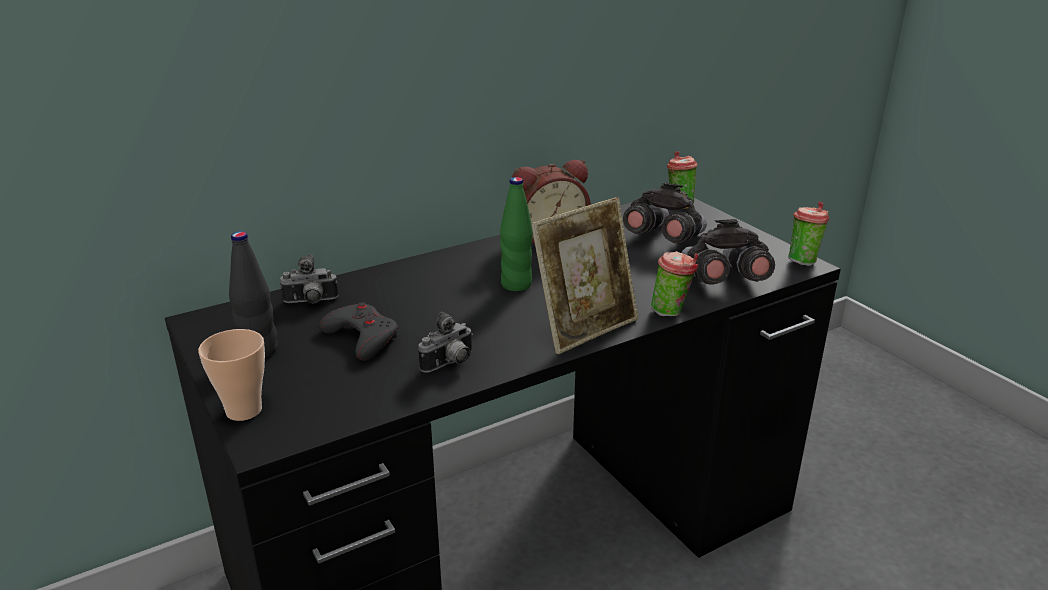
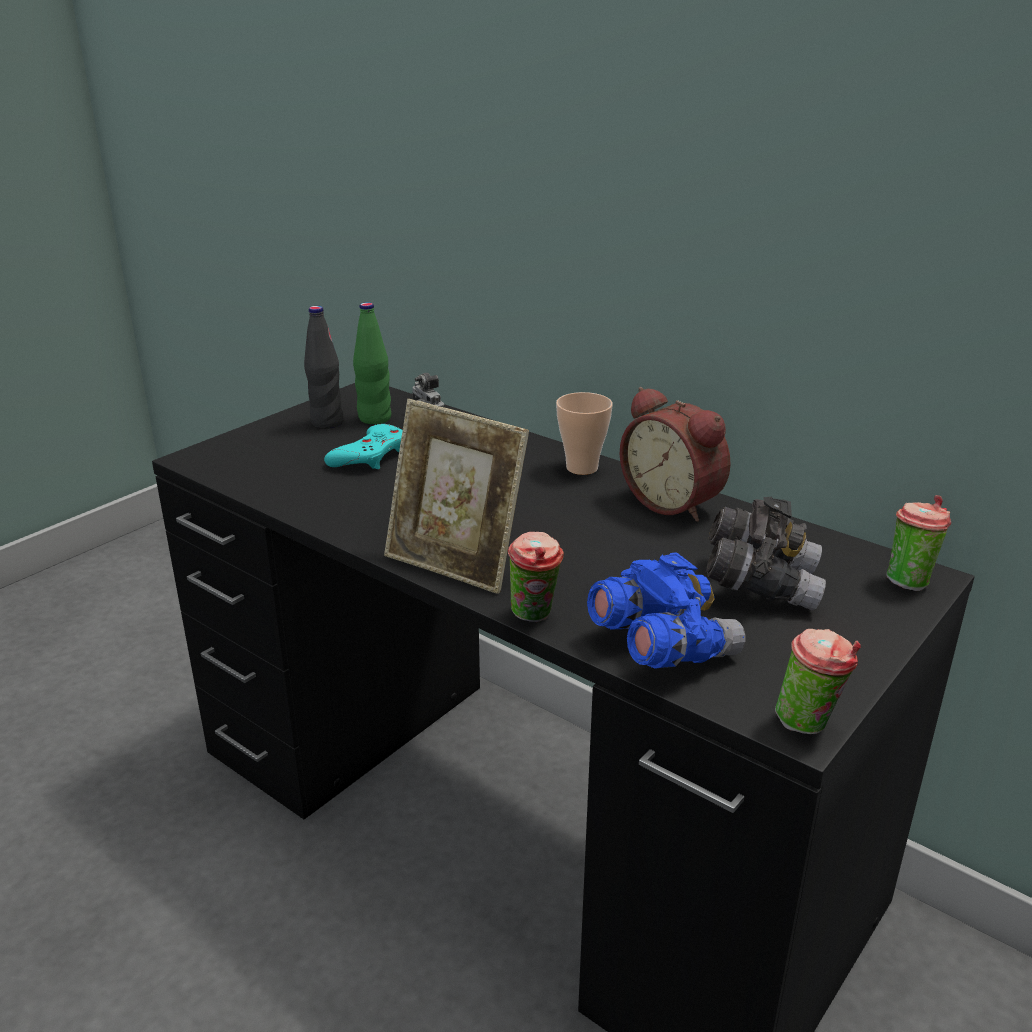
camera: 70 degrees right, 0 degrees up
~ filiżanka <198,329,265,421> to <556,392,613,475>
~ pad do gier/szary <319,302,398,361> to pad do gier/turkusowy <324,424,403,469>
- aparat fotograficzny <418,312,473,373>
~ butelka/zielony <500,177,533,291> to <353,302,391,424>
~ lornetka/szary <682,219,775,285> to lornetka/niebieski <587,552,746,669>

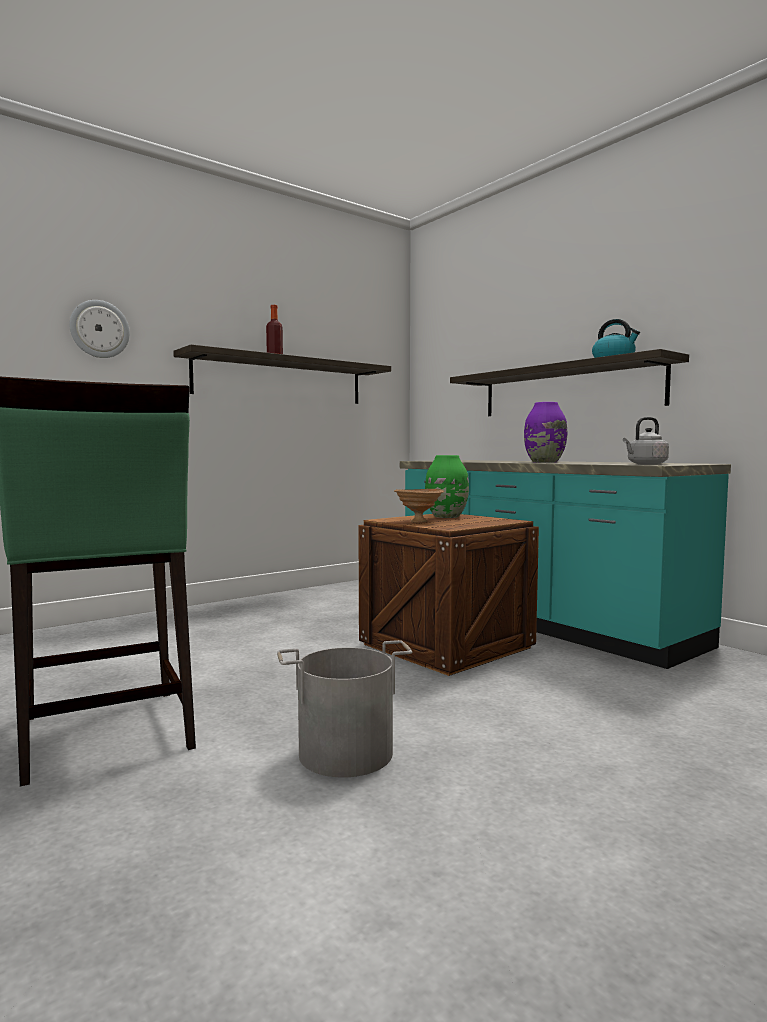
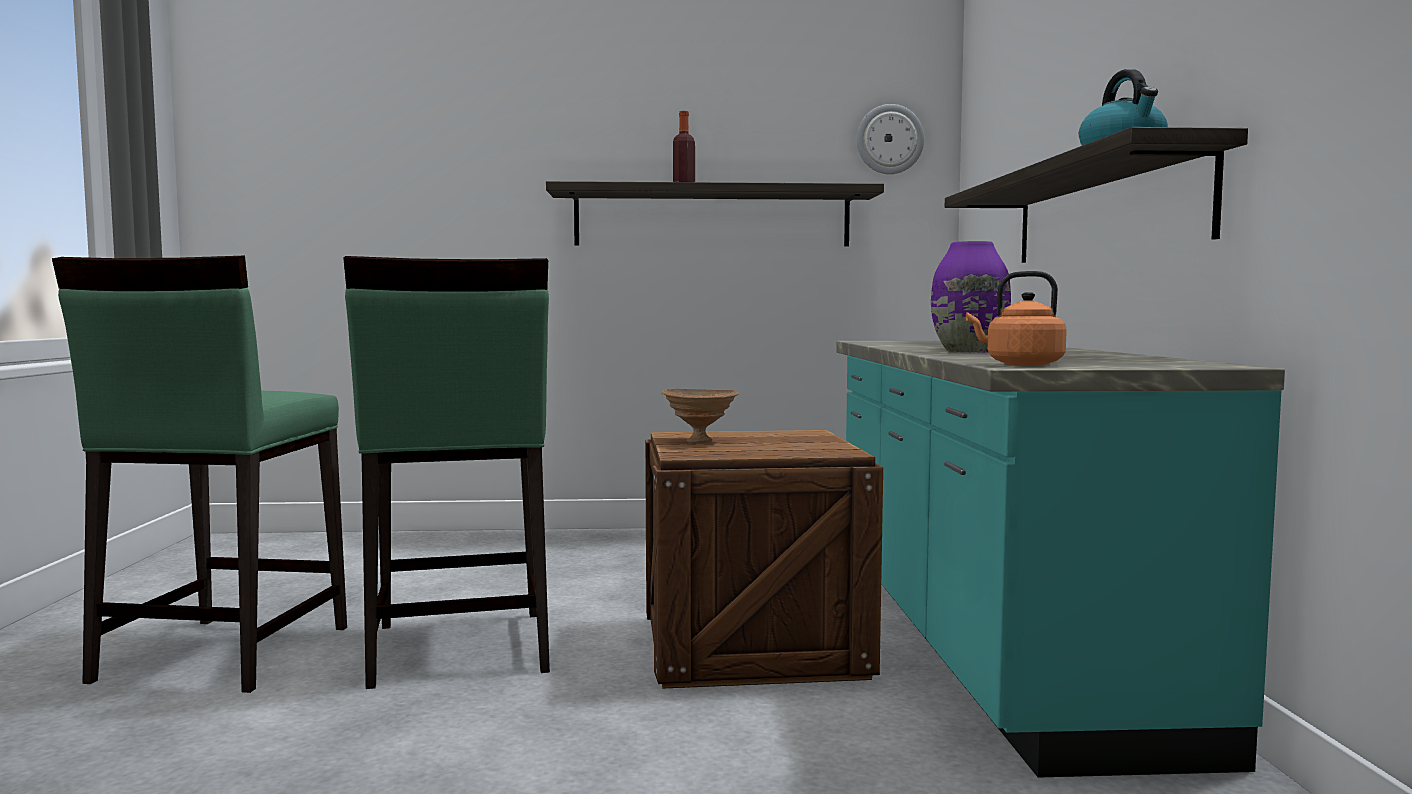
camera: 35 degrees right, 0 degrees up
~ zegar ścienny <69,300,130,358> to <856,104,924,174>
- wiadro/szary <277,640,412,778>
- wazon/zielony <425,455,469,518>
~ czajnik/szary <623,417,669,464> to czajnik/pomarańczowy <966,271,1067,365>
+ stołek/zielony <343,256,550,689>

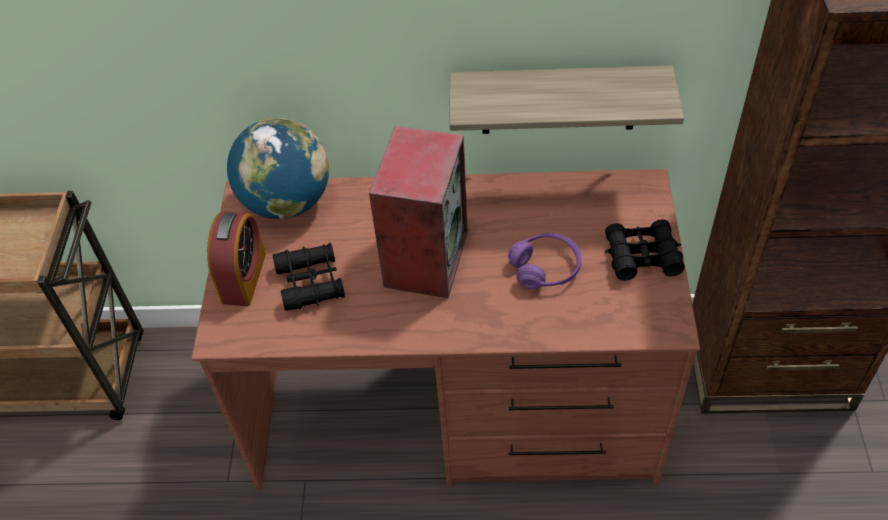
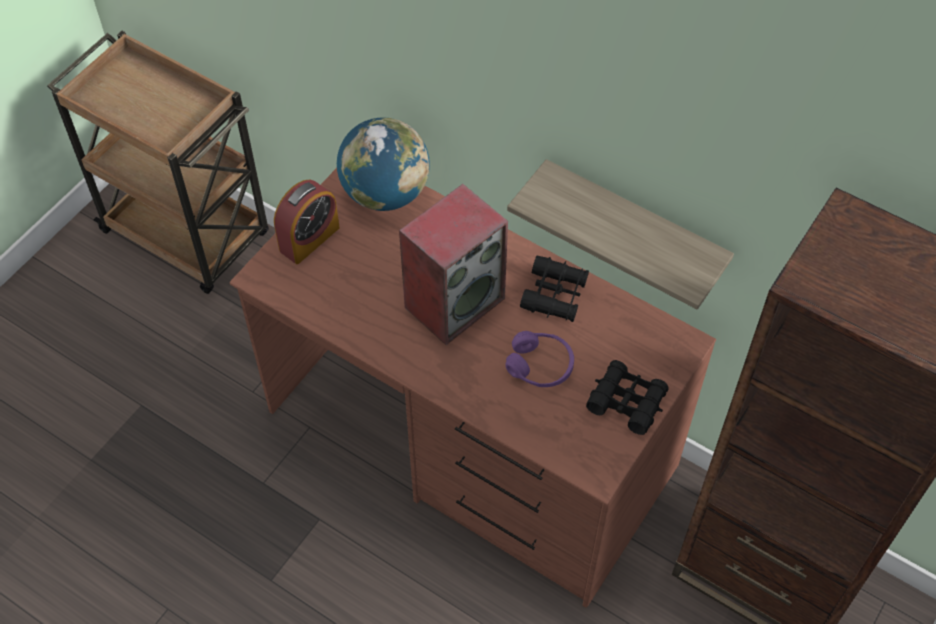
camera: 30 degrees right, 5 degrees up
~ lornetka/czarny <272,243,345,311> to <520,255,589,322>

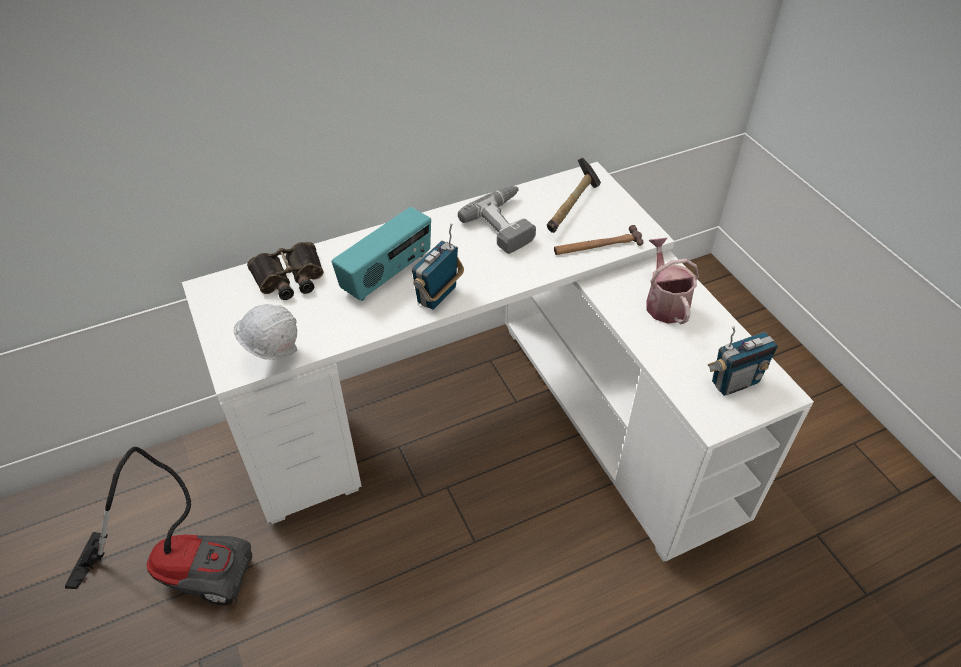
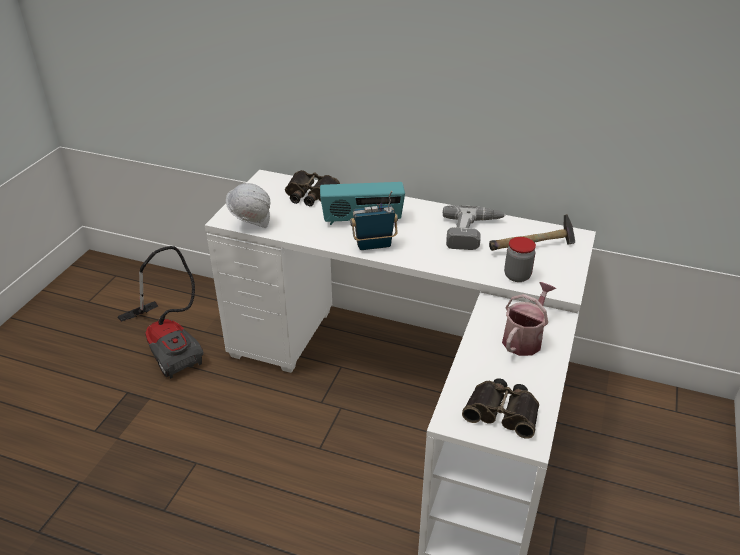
camera: 45 degrees right, 10 degrees down
~ młotek <554,225,644,255> to słoik <504,237,536,282>
~ radio <708,326,778,396> to lornetka <462,378,539,439>

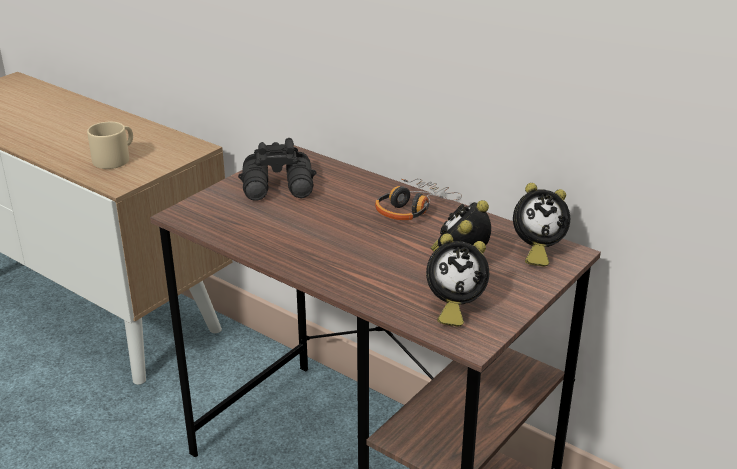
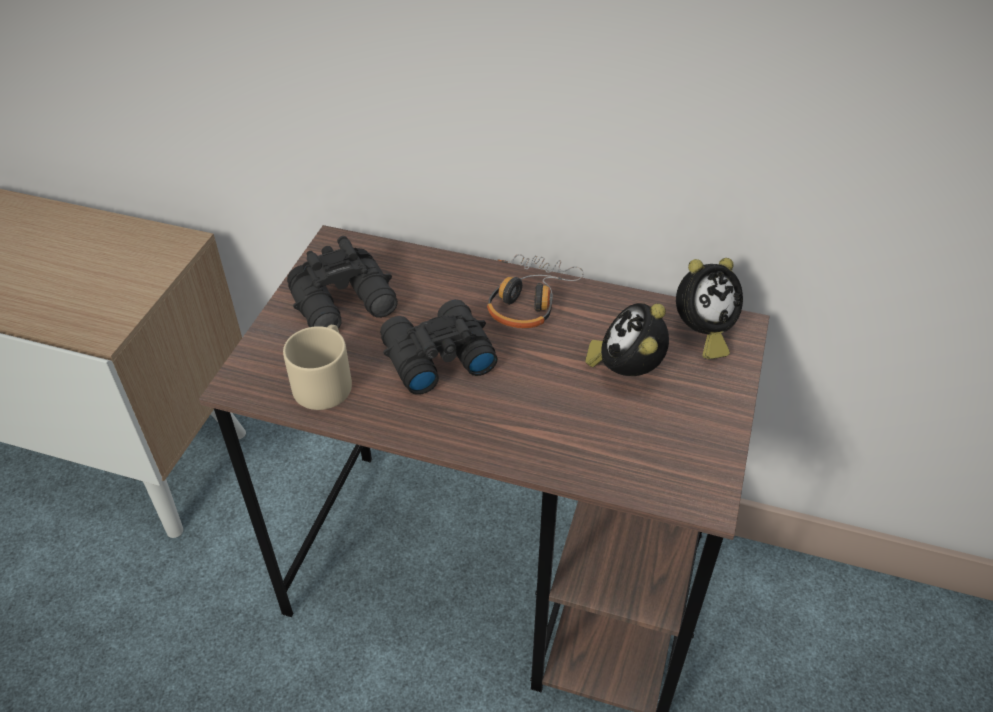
camera: 20 degrees left, 15 degrees up
~ kubek/beżowy <87,122,133,169> to <283,325,352,410>
- budzik <426,233,489,326>
+ lornetka/czarny <380,299,497,395>

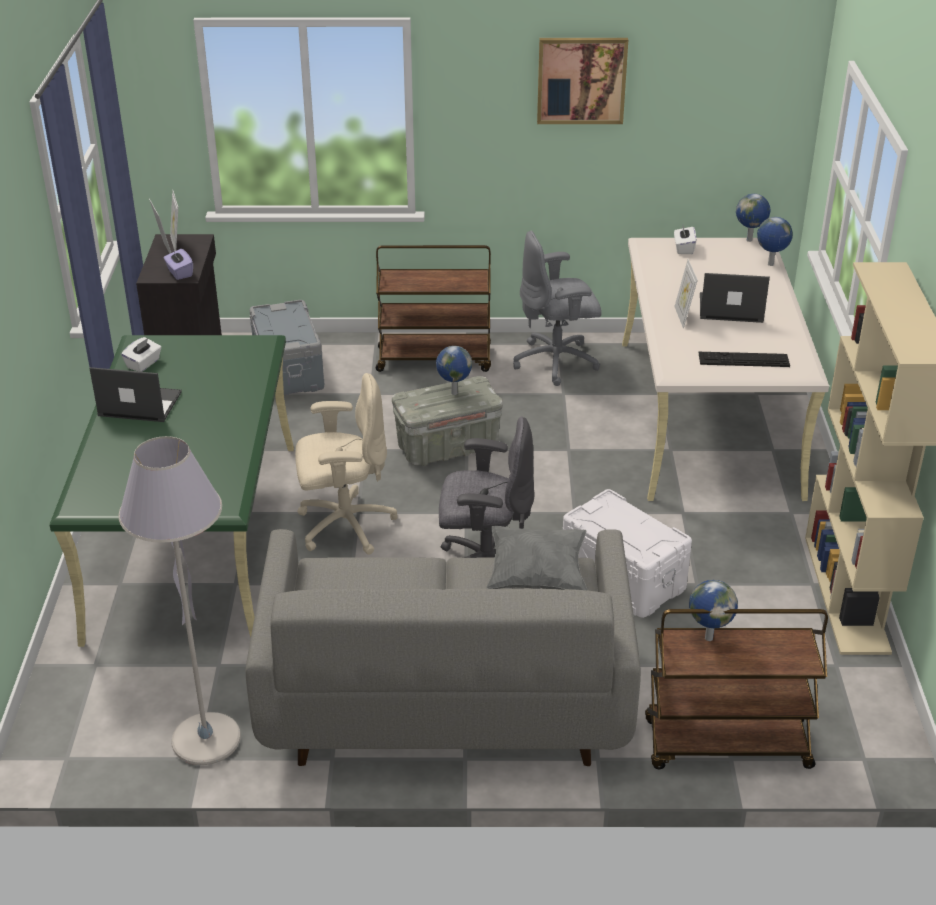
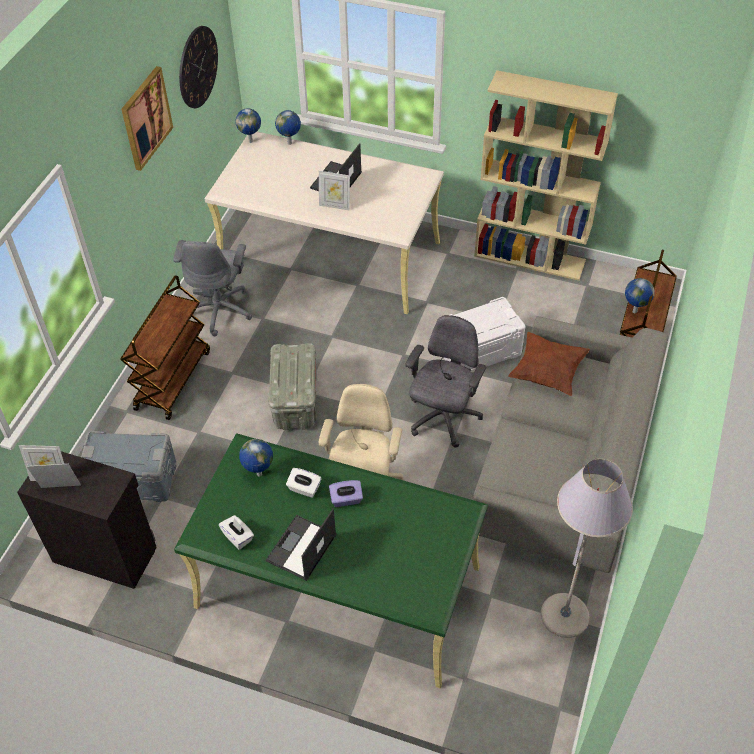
camera: 70 degrees left, 15 degrees up
~ pudełko chusteczek/fioletowy <163,249,193,280> to <329,480,363,507>
~ globus <436,346,472,395> to <239,439,273,477>
~ poduszka/szary <486,526,588,590> to poduszka/brązowy <508,332,590,396>
~ pudełko chusteczek/biały <674,226,696,254> to <286,468,321,498>
- klawiatura <698,352,790,367>
+ zegar ścienny <179,26,218,108>

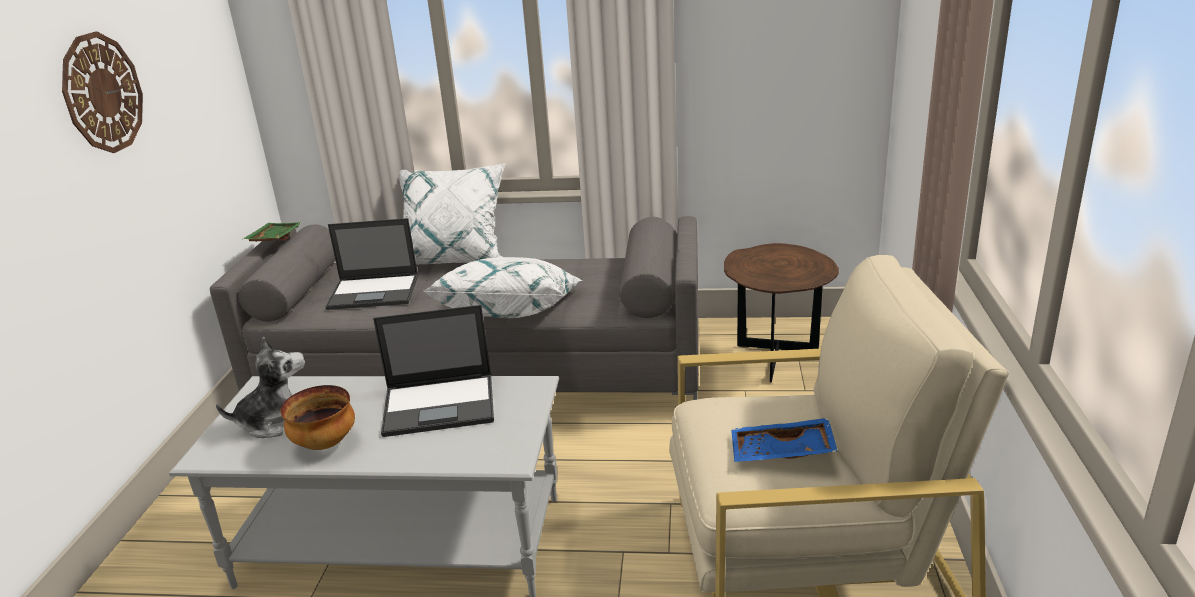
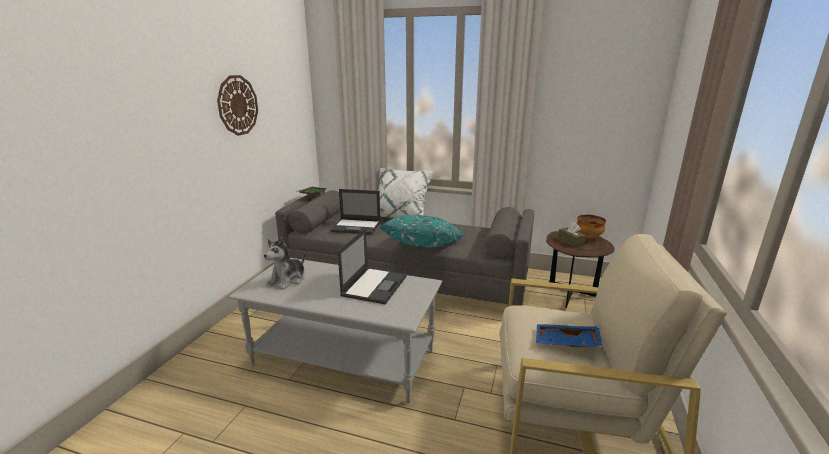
camera: 10 degrees right, 5 degrees down
~ pluszak <216,336,305,438> = <264,237,305,290> 135 degrees clockwise
~ miska <280,385,355,450> to <577,215,606,238>
~ laptop <373,305,494,437> = <338,228,407,305> 75 degrees counterclockwise
~ poduszka/biały <424,257,583,318> to poduszka/turkusowy <378,215,465,248>
+ pudełko chusteczek/brązowy <558,222,586,247>

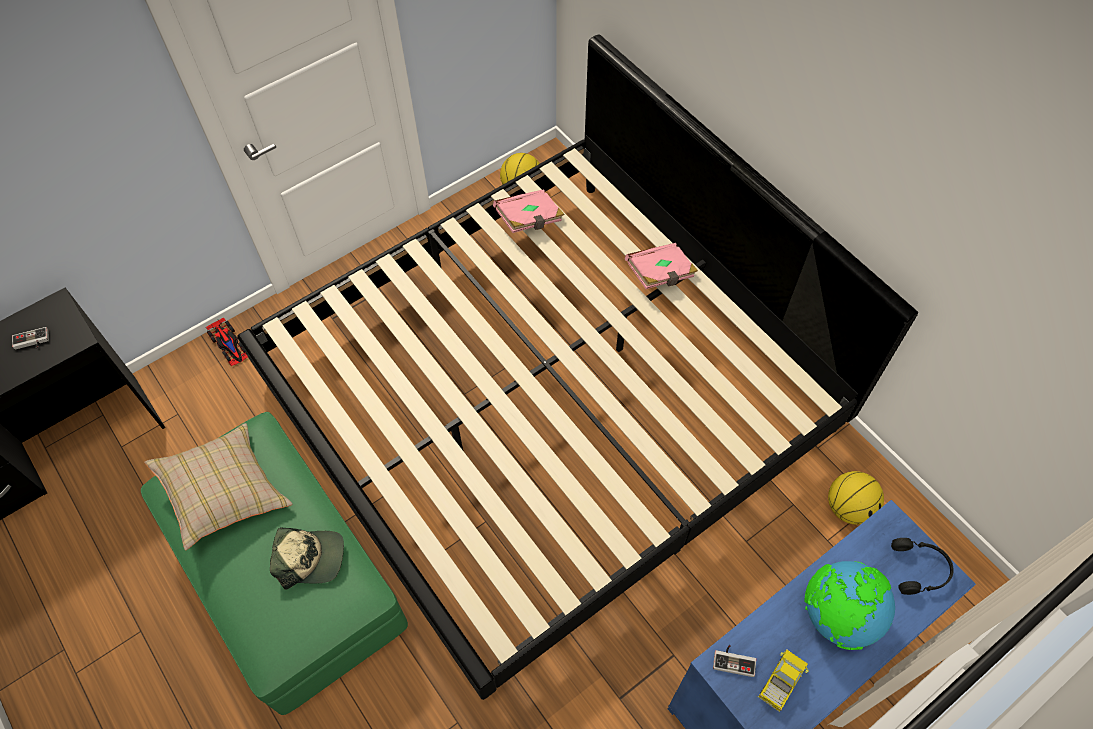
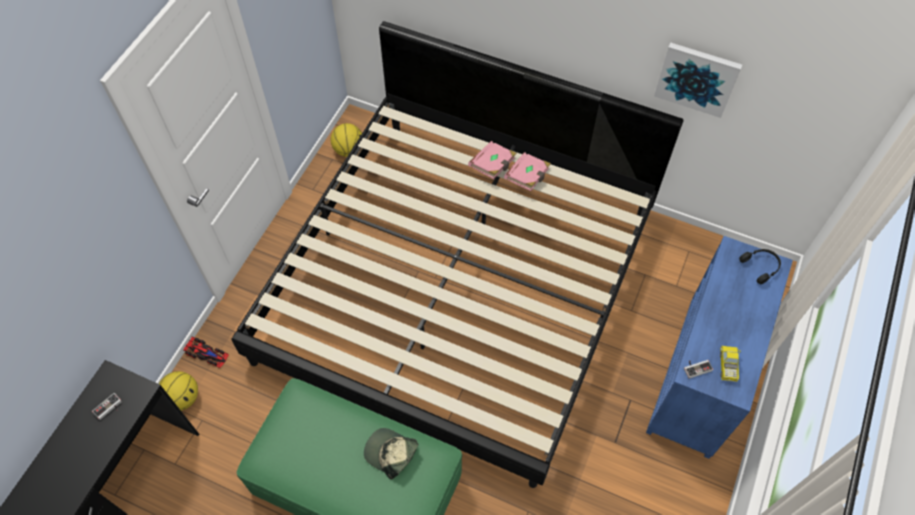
camera: 30 degrees left, 0 degrees up
- poduszka/beżowy <144,423,292,550>
~ czapka z daszkiem <270,528,344,590> = <364,428,419,480> 120 degrees counterclockwise
~ książka/różowy <493,189,565,233> to <504,152,551,191>
- globus <805,561,895,650>
~ piłka do koszykówki <828,471,884,525> to <159,371,198,411>
+ obraz <654,43,742,118>

